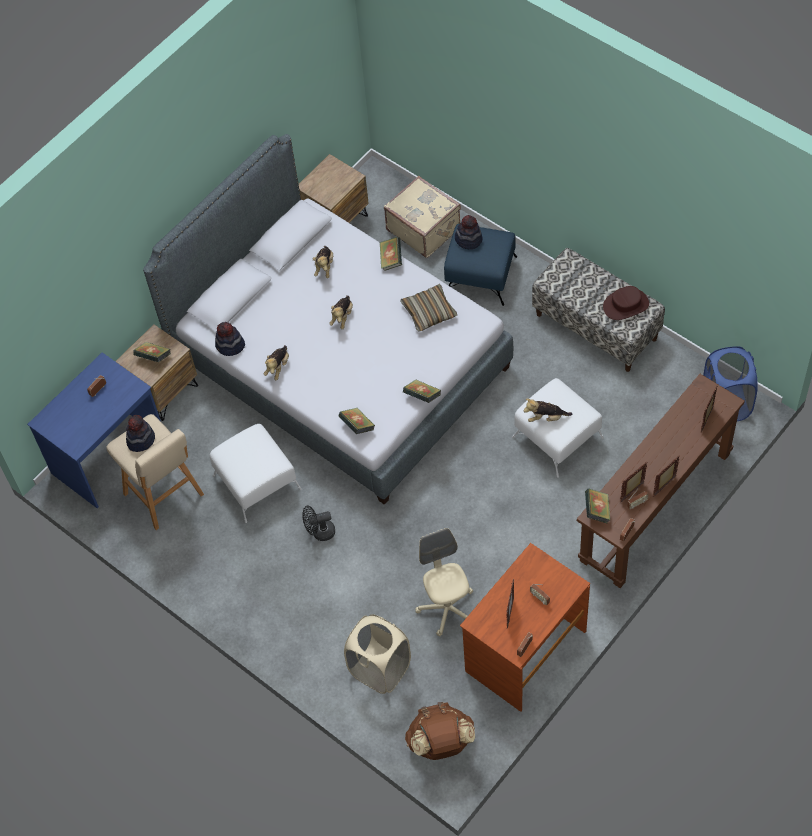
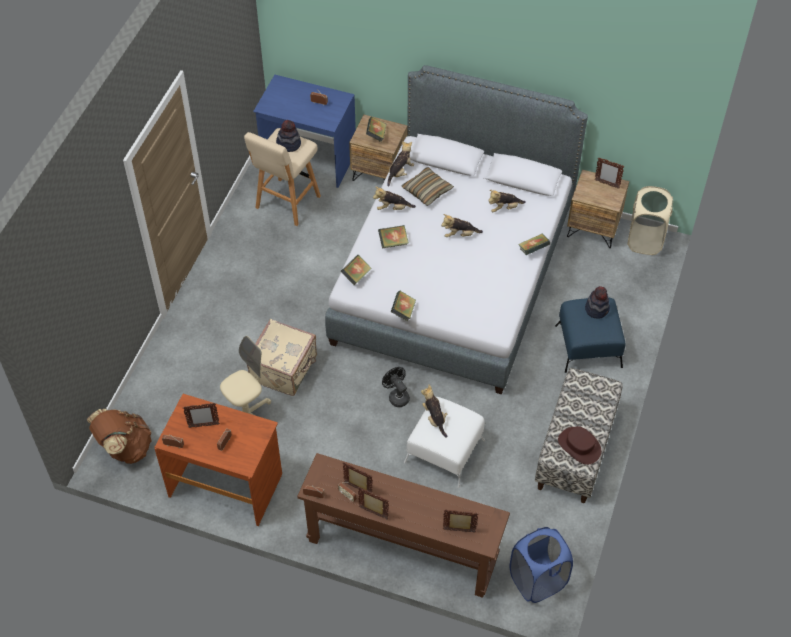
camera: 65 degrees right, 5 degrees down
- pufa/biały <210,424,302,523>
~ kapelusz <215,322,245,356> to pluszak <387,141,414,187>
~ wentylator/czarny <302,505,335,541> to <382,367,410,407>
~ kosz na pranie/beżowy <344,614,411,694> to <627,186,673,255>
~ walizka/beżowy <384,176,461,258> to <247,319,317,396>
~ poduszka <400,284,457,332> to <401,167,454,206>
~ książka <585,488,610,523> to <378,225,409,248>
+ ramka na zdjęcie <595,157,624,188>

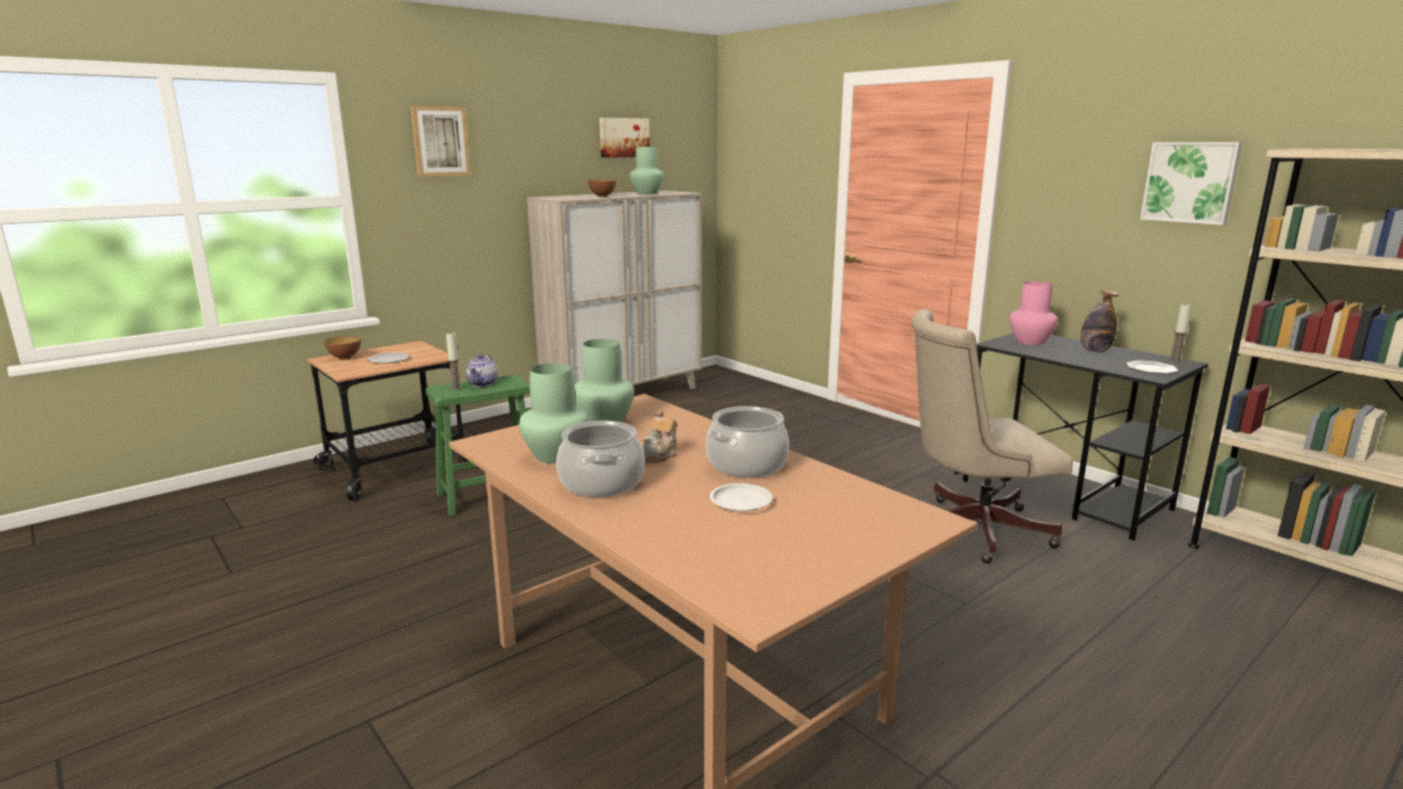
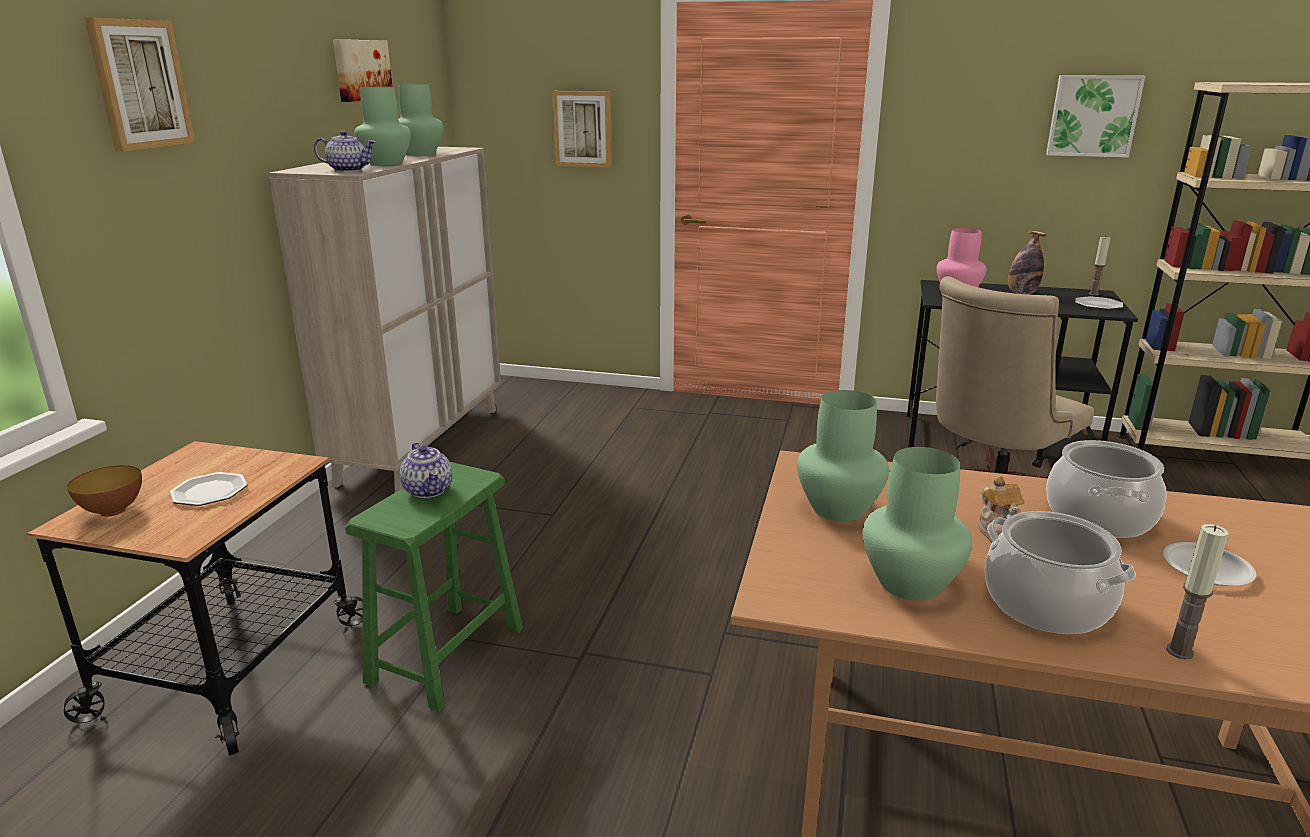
camera: 35 degrees left, 5 degrees up
~ świeca <446,332,461,390> to <1166,524,1229,660>
~ miska <588,180,616,197> to wazon/zielony <354,87,411,165>
+ imbryk <314,131,376,172>
+ obraz <552,91,612,168>

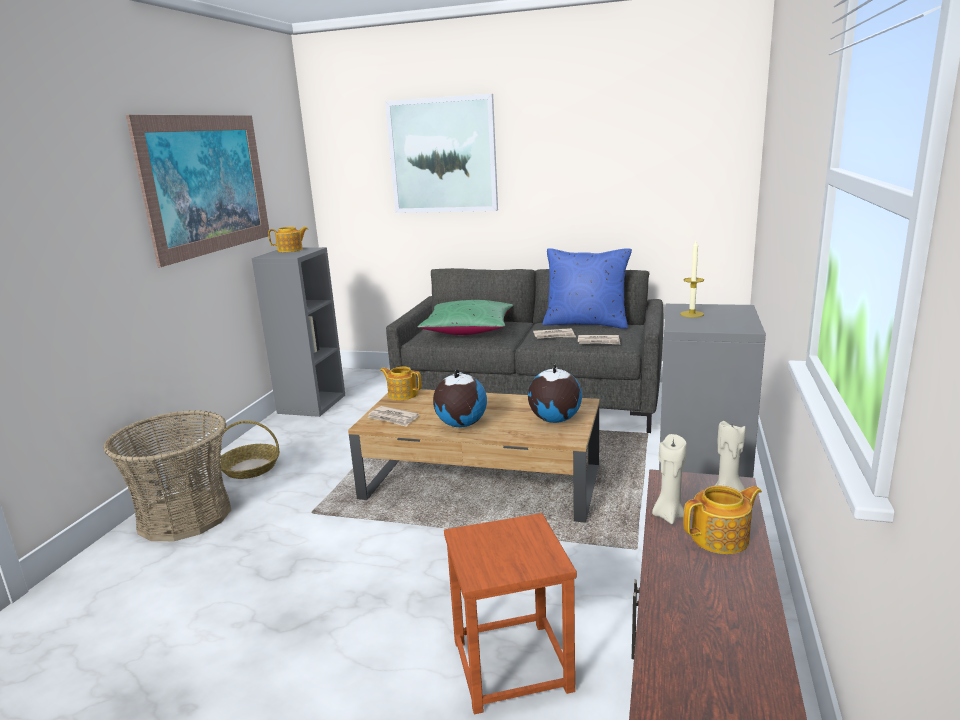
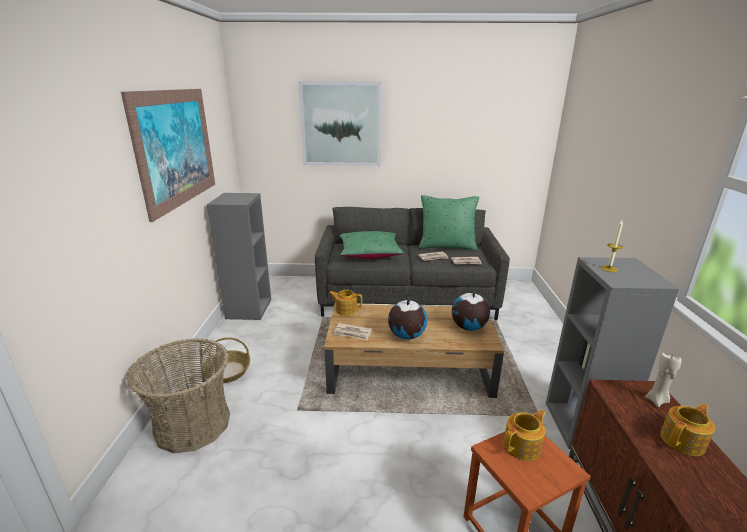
camera: 15 degrees left, 5 degrees up
~ imbryk <268,227,308,252> to <503,410,546,461>
~ poduszka/niebieski <542,248,632,329> to poduszka/zielony <419,195,479,250>
- świeca/beżowy <652,434,687,524>

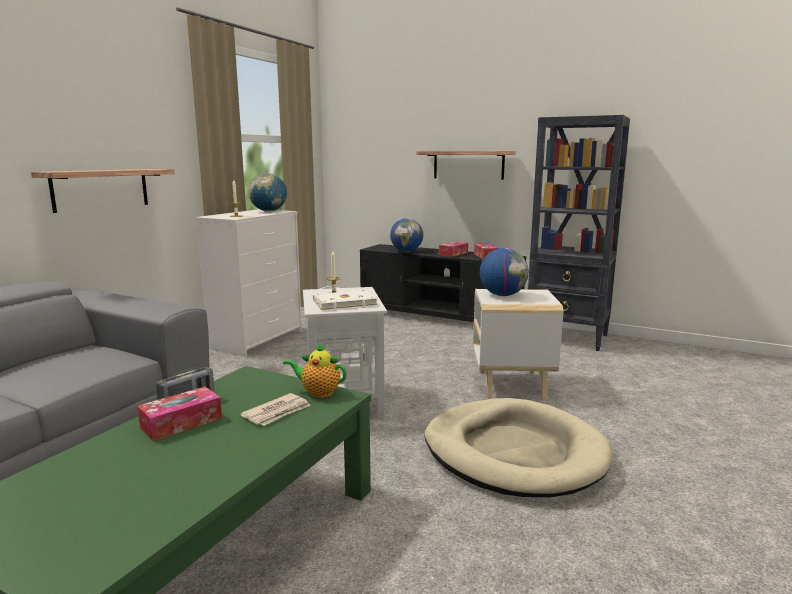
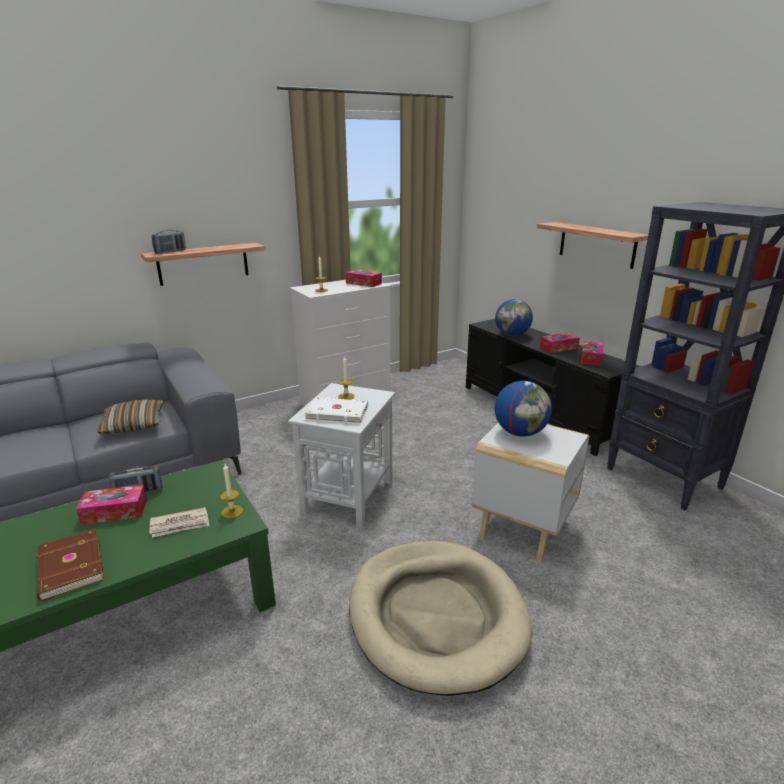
camera: 30 degrees right, 10 degrees up
~ globus <249,173,287,212> to pudełko chusteczek <345,269,382,287>
~ imbryk <283,342,346,398> to świeca <220,464,243,518>
+ książka/brązowy <37,528,104,601>
+ poduszka <96,399,164,434>
+ radio <152,230,186,254>

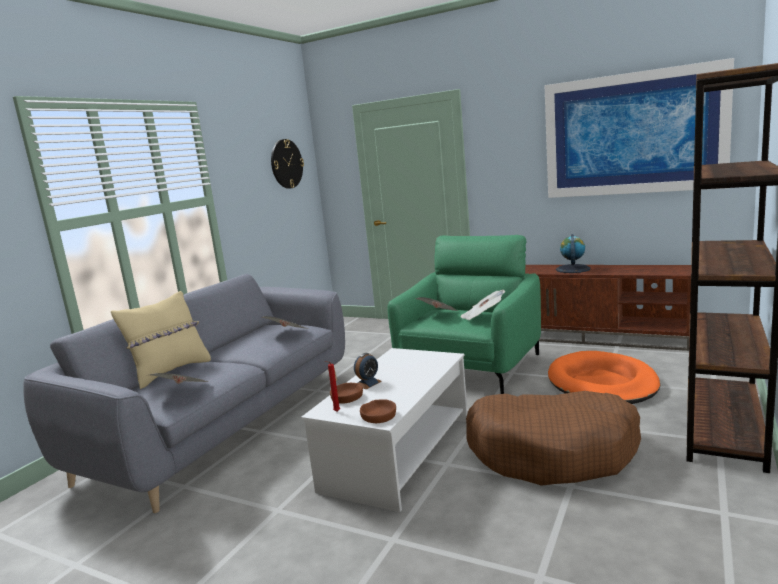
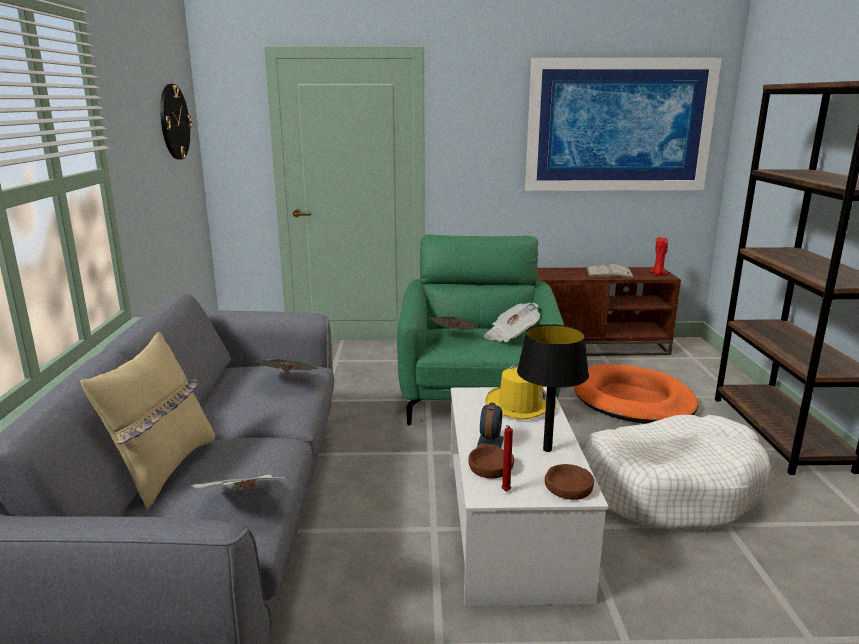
camera: 30 degrees left, 5 degrees up
~ legowisko/brązowy <466,391,641,486> to legowisko/biały <585,415,771,531>
- globus <556,234,591,273>
+ kapelusz/żółty <485,365,557,419>
+ lampa stołowa/czarny <517,324,589,452>
+ książka/biały <586,264,635,278>
+ świeca/czerwony <650,237,668,275>

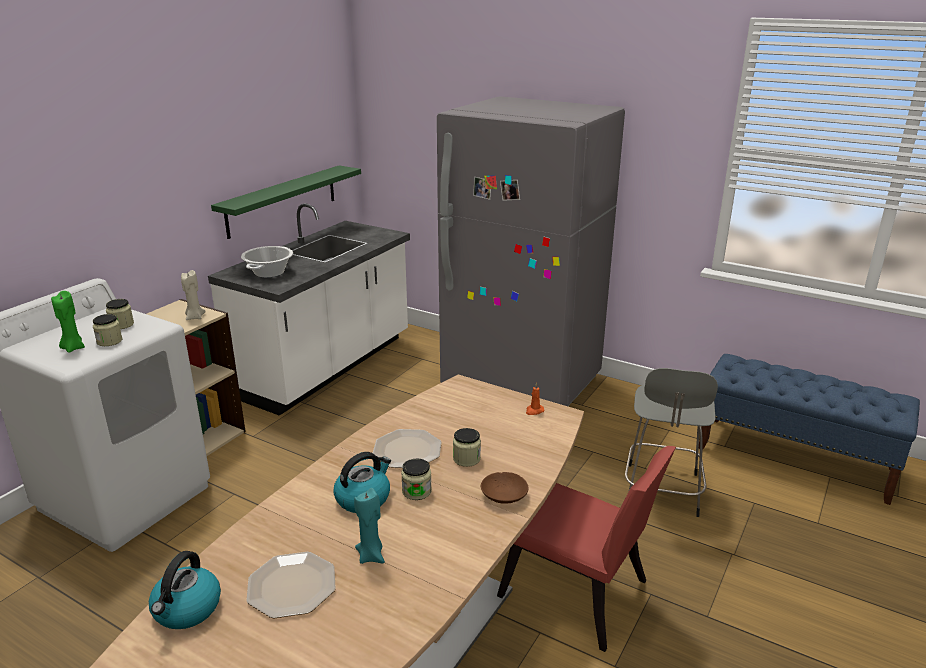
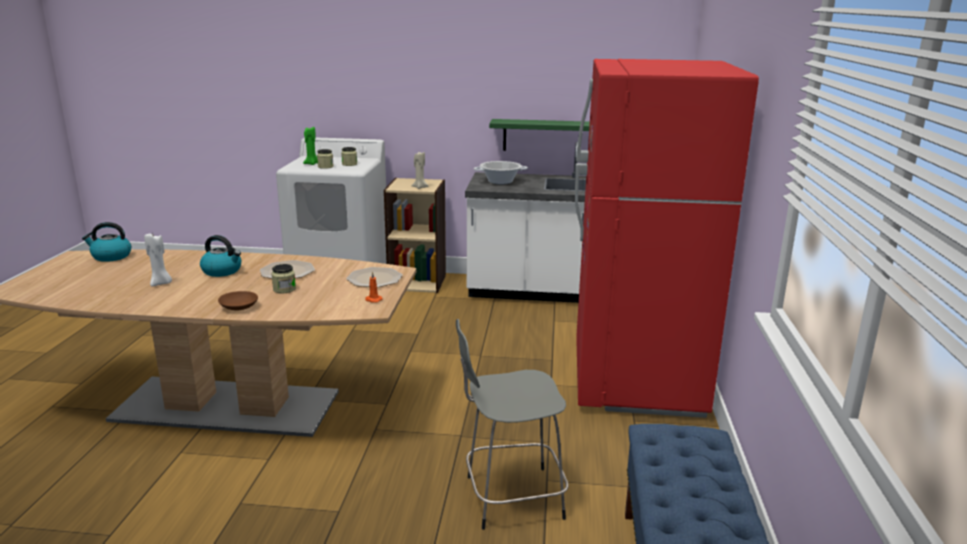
camera: 65 degrees right, 5 degrees down
~ talerz <246,552,336,618> to <346,267,403,288>
~ świeca/turkusowy <354,488,385,564> to świeca/biały <144,232,172,286>
- słoik <401,458,432,500>
~ lodówka/szary <437,96,625,406> to lodówka/czerwony <575,59,759,418>
- krzesło/czerwony <497,446,676,652>

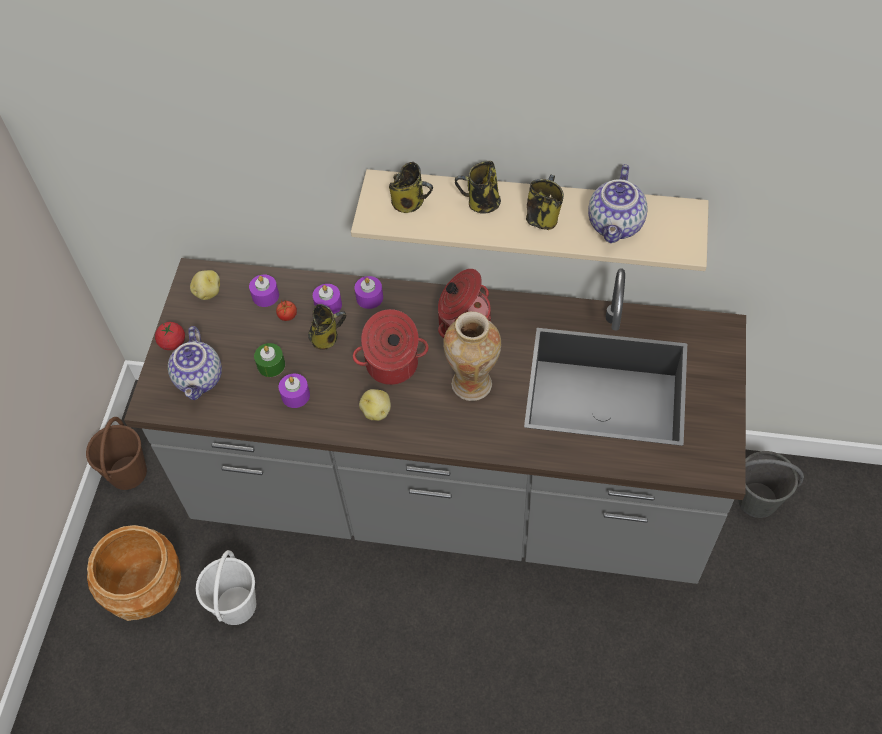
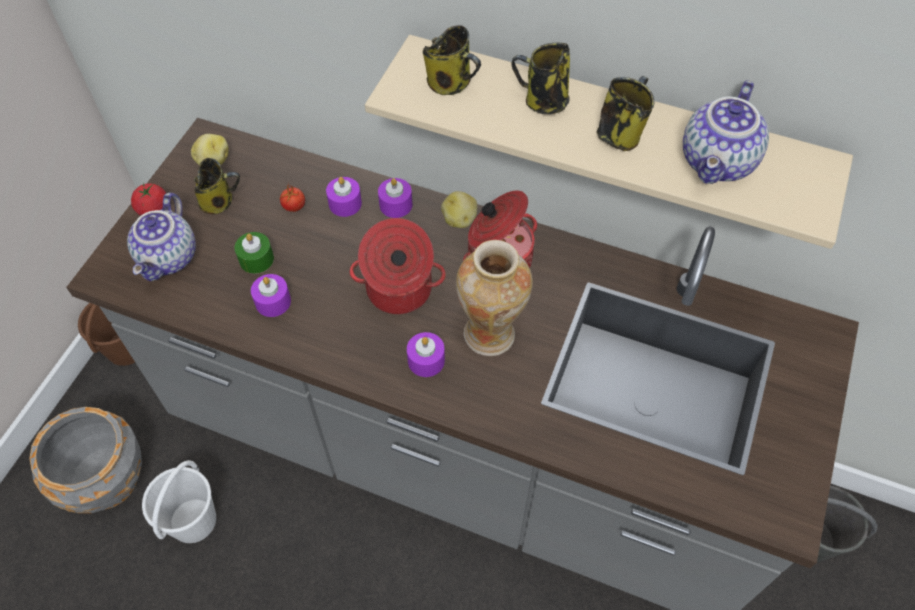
camera: 10 degrees right, 0 degrees up
~ donica/brązowy <87,525,181,621> to donica/szary <29,407,142,513>
~ świeca/fioletowy <249,274,279,307> to <407,332,445,377>
~ kubek <308,304,346,350> to <194,158,240,214>
~ ziemniak <359,389,391,421> to <441,191,477,228>

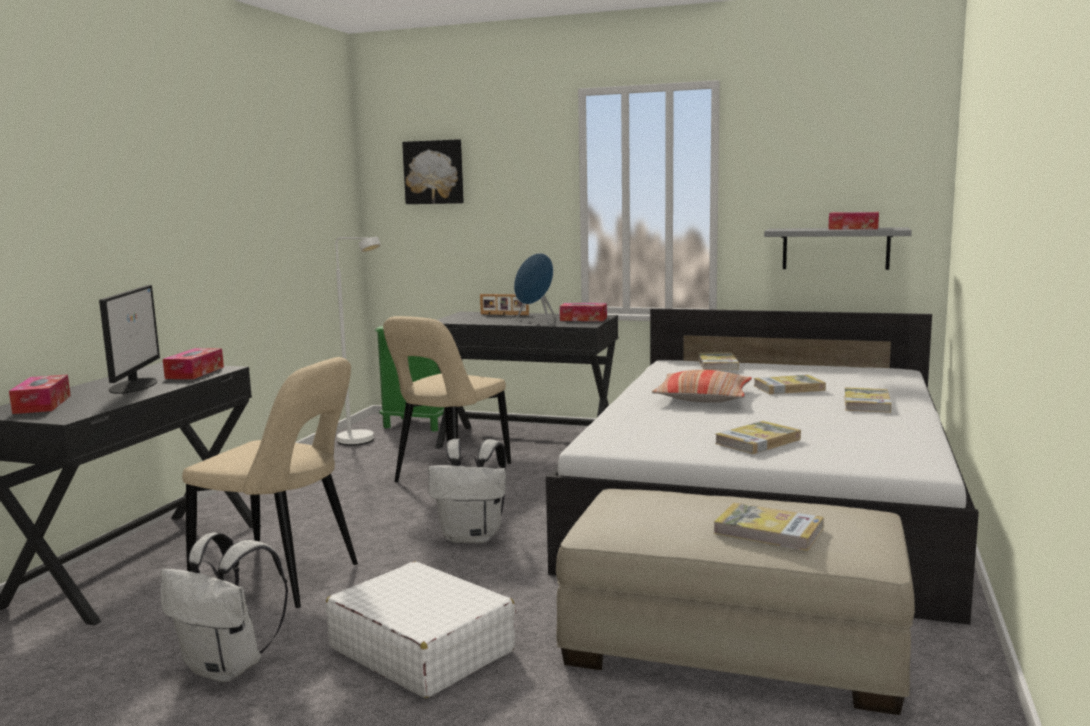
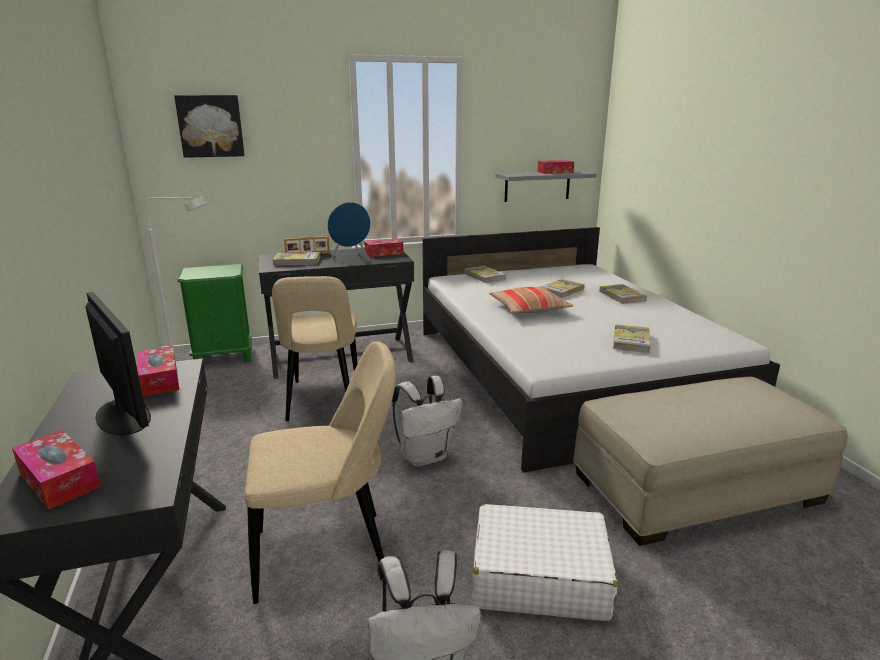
camera: 35 degrees left, 10 degrees up
~ książka <714,503,824,551> to <273,252,320,266>

